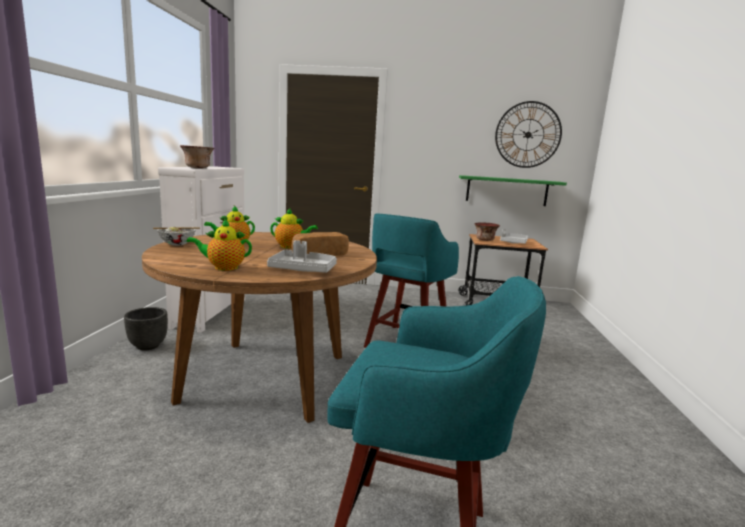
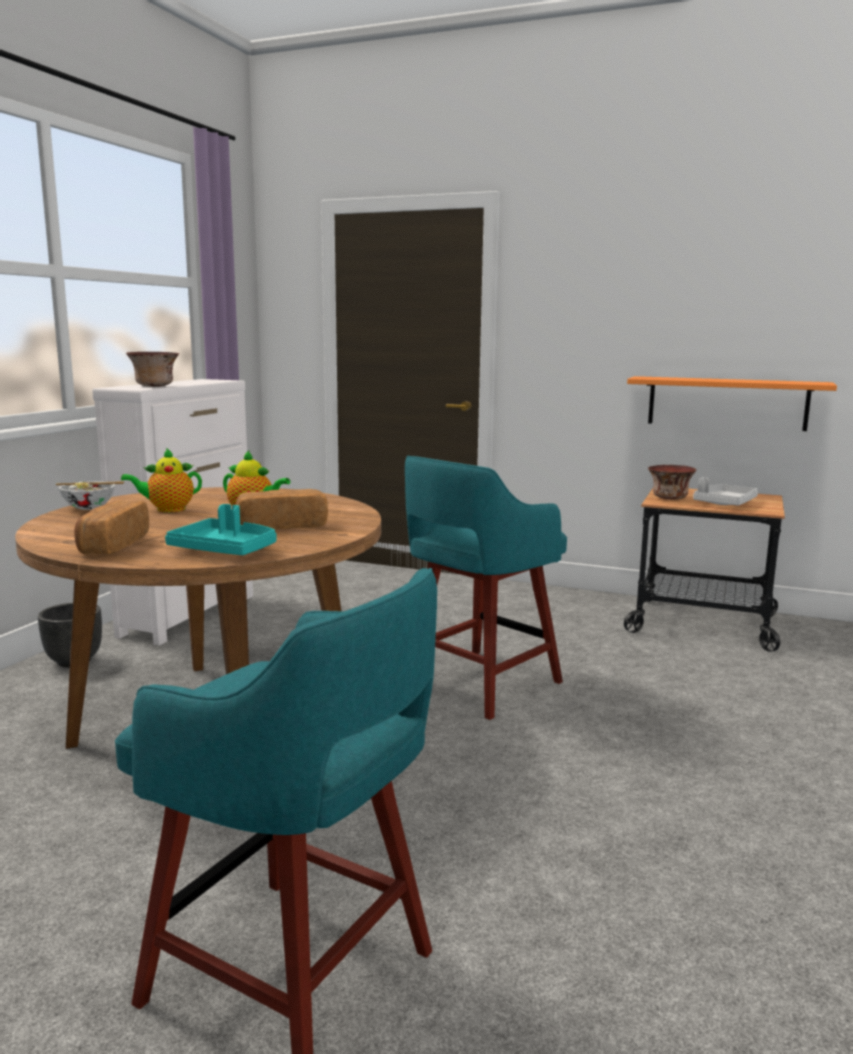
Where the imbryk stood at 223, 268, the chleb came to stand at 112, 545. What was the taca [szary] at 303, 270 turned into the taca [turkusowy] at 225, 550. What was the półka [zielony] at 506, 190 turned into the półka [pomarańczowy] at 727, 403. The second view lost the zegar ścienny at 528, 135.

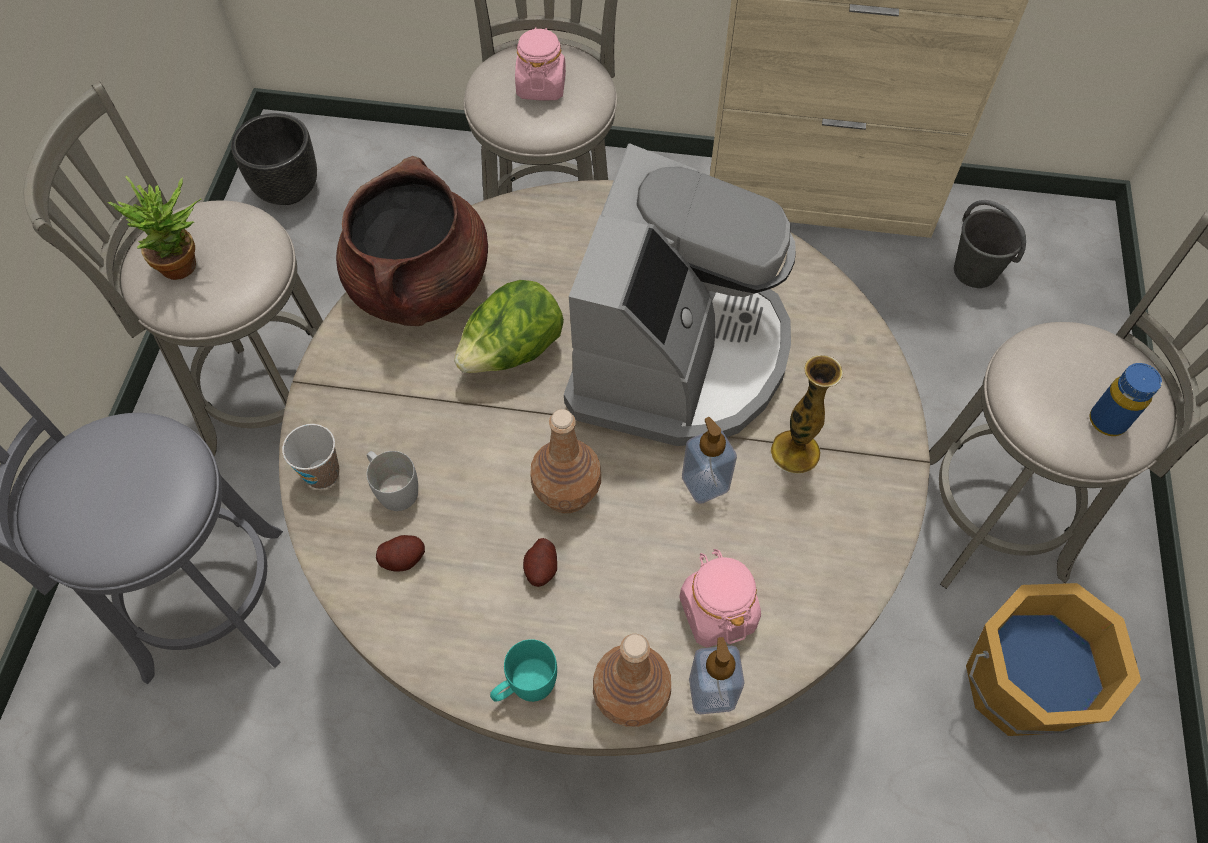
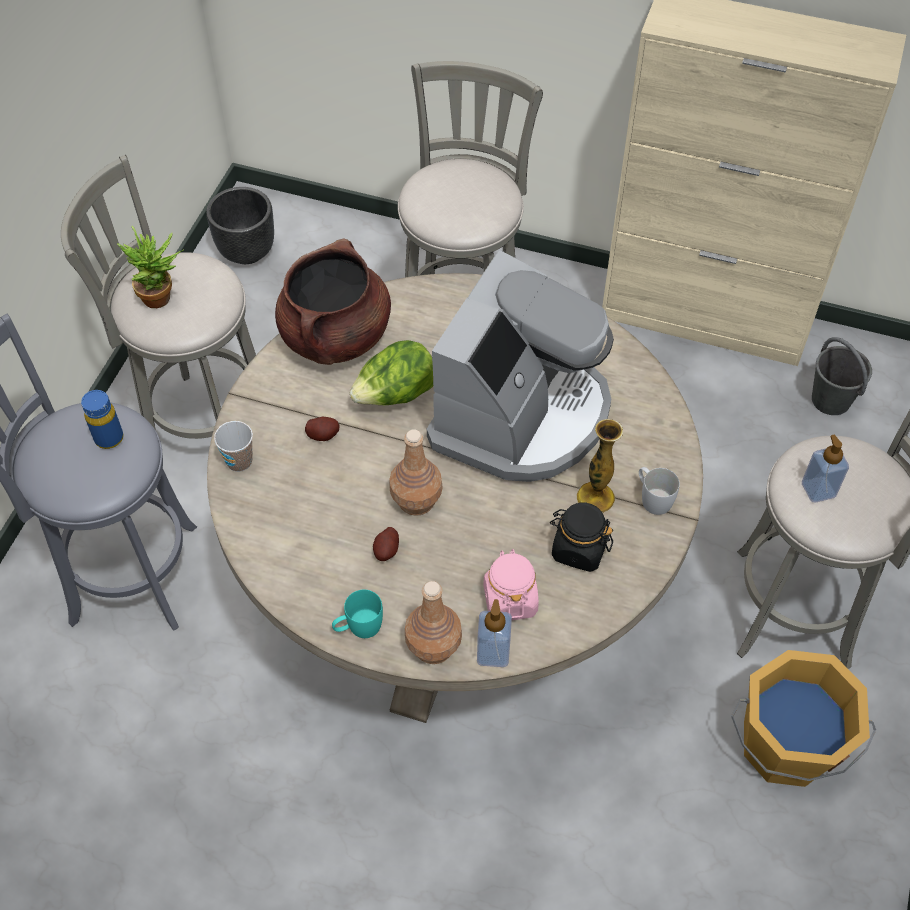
The butelka [niebieski] ended up elsewhere, having gone from 1107, 421 to 109, 438. The ziemniak ended up elsewhere, having gone from 403, 558 to 323, 434. The second view gained the słoik [czarny] at 578, 549. The kubek [biały] ended up elsewhere, having gone from 393, 488 to 652, 498. The dozownik mydła ended up elsewhere, having gone from 705, 483 to 818, 490. The second view lost the słoik [różowy] at 541, 86.

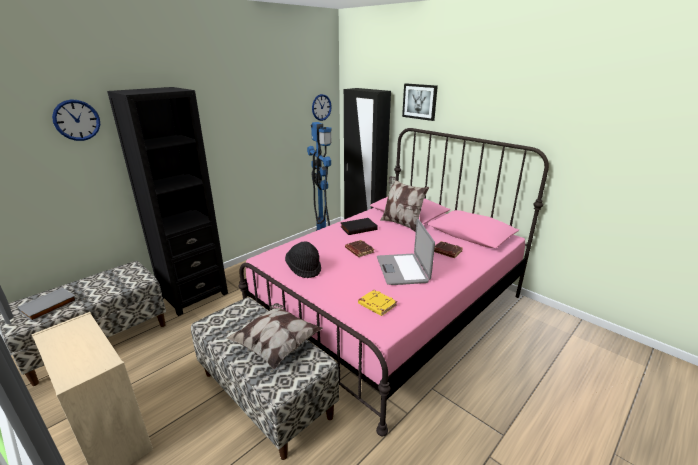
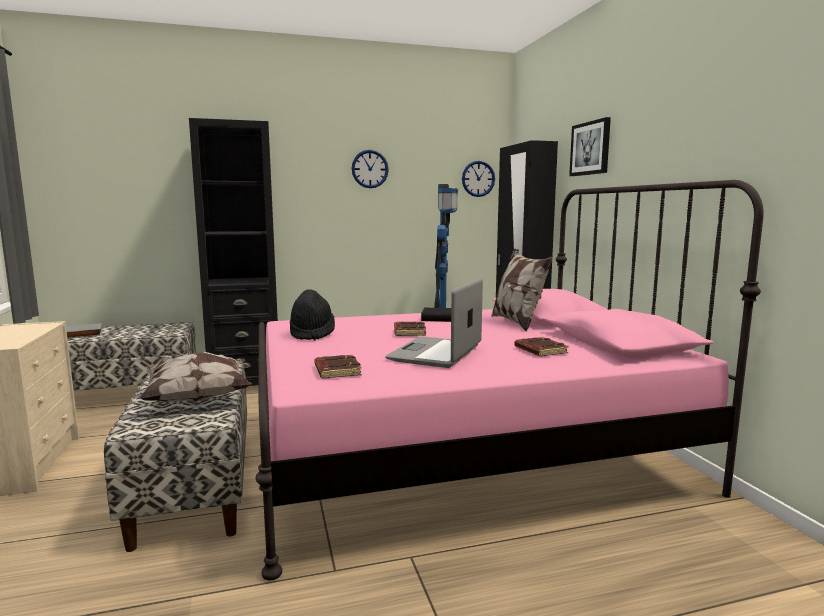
What was the książka [żółty] at 376, 305 turned into the książka [brązowy] at 336, 371. The zegar ścienny ended up elsewhere, having gone from 77, 120 to 370, 169.

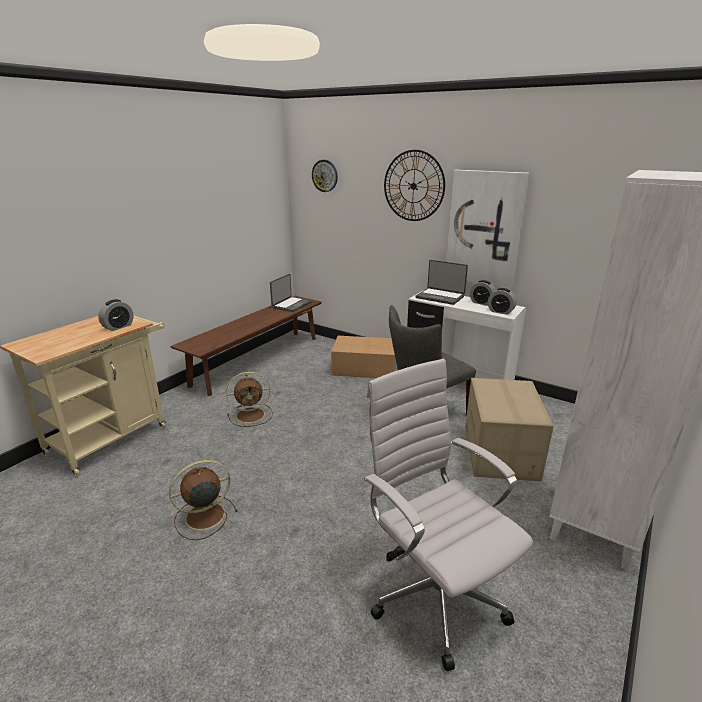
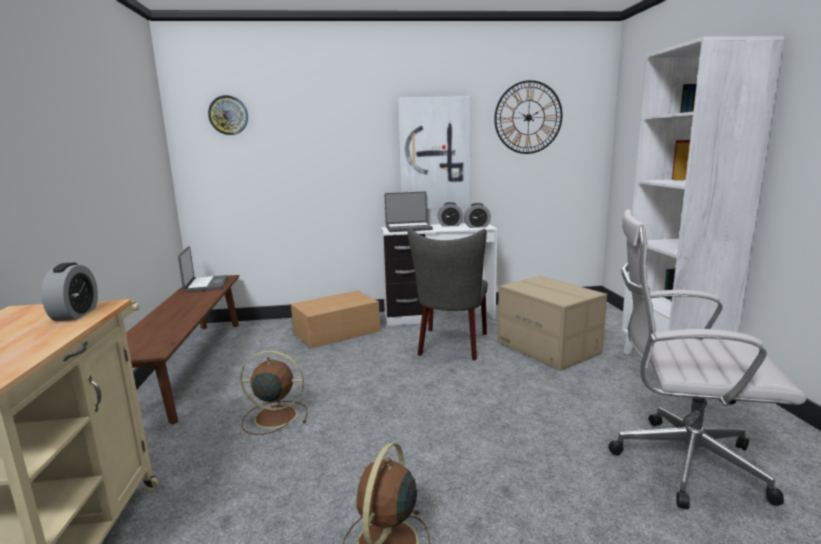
The wentylator [brązowy] at 252, 415 ended up facing another way, 120 degrees counterclockwise from before. The zegar ścienny ended up elsewhere, having gone from 413, 186 to 528, 117.

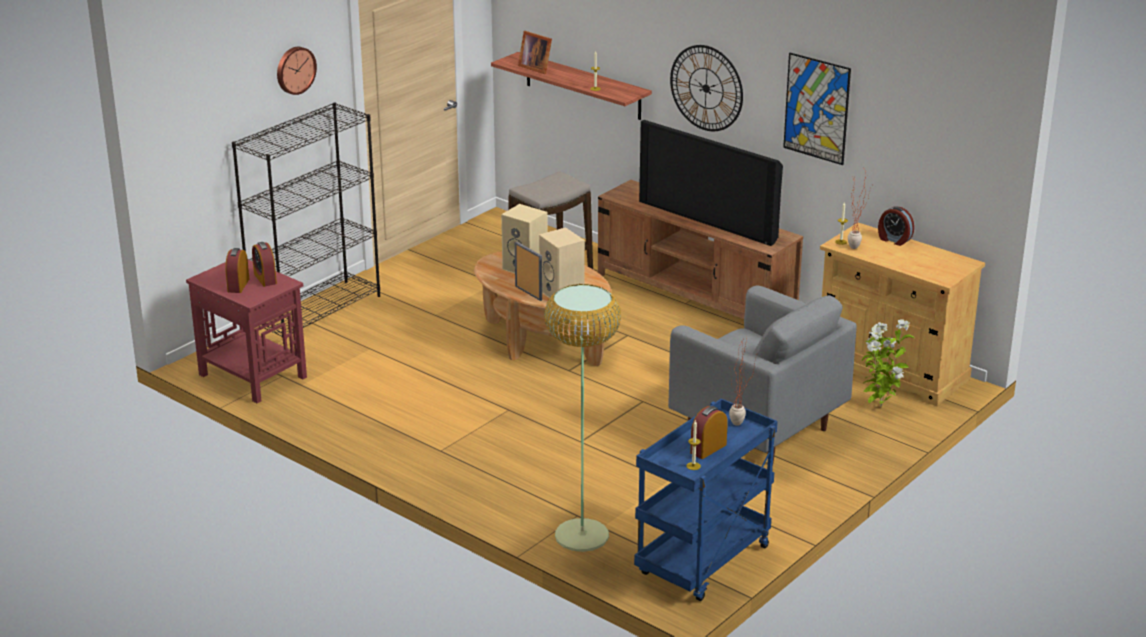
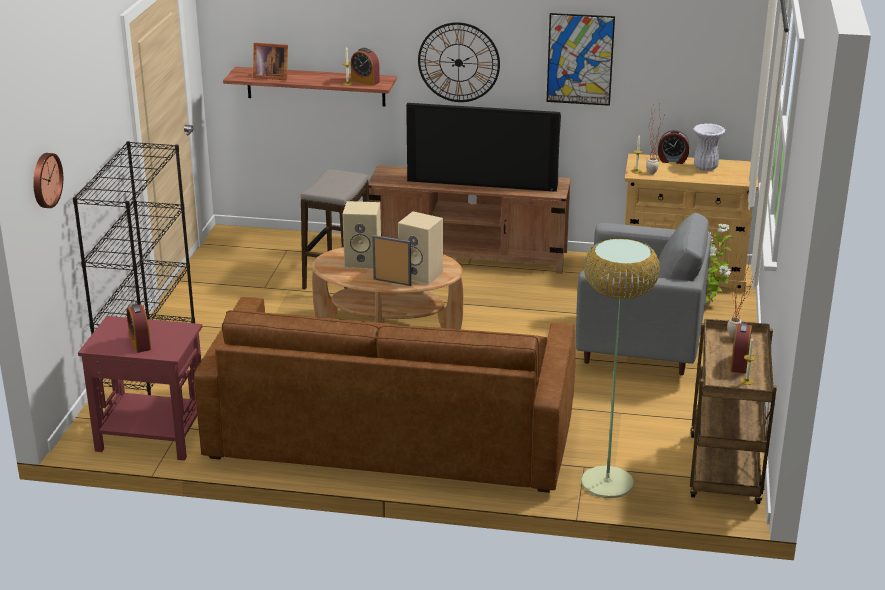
The zegar ścienny ended up elsewhere, having gone from 294, 70 to 45, 180. The second view gained the kanapa [brązowy] at 391, 433. The budzik ended up elsewhere, having gone from 265, 278 to 365, 81. What was the wózek [niebieski] at 703, 563 turned into the wózek [brązowy] at 725, 472. The second view gained the wazon [biały] at 705, 168.

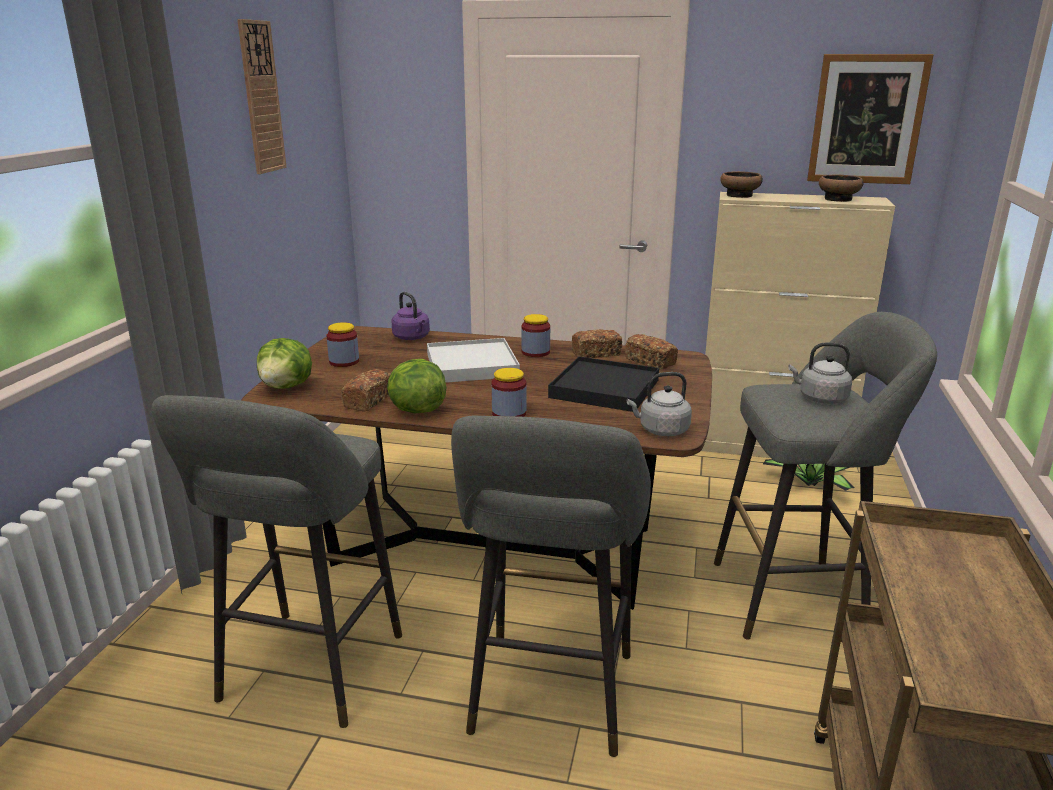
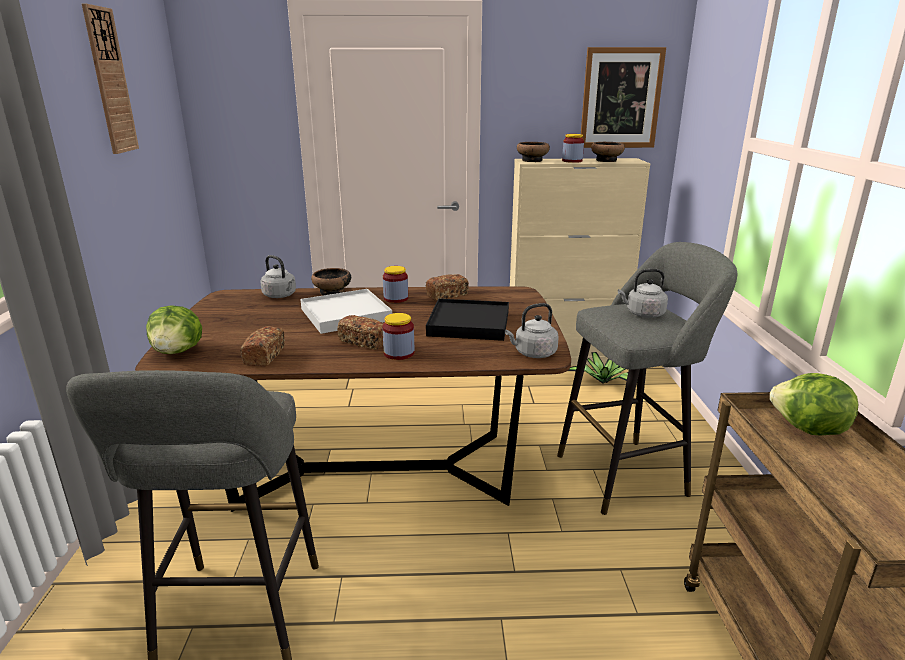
What was the czajnik [fioletowy] at 412, 338 turned into the czajnik [szary] at 281, 296. The second view gained the miska at 332, 292. The chleb ended up elsewhere, having gone from 650, 362 to 364, 342. The słoik ended up elsewhere, having gone from 344, 362 to 572, 161. The sałata ended up elsewhere, having gone from 416, 410 to 808, 430. The second view lost the stołek [szary] at 550, 700.

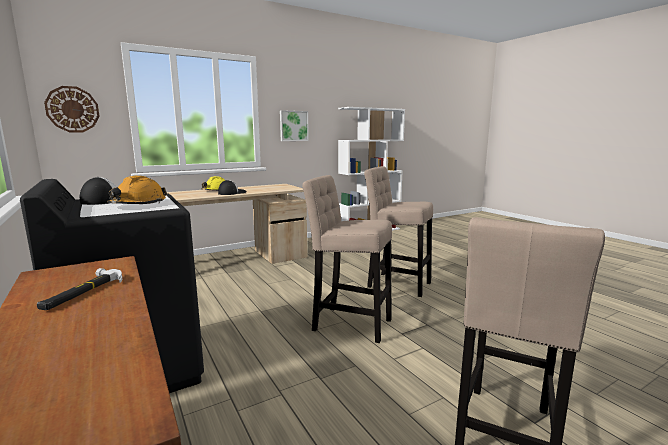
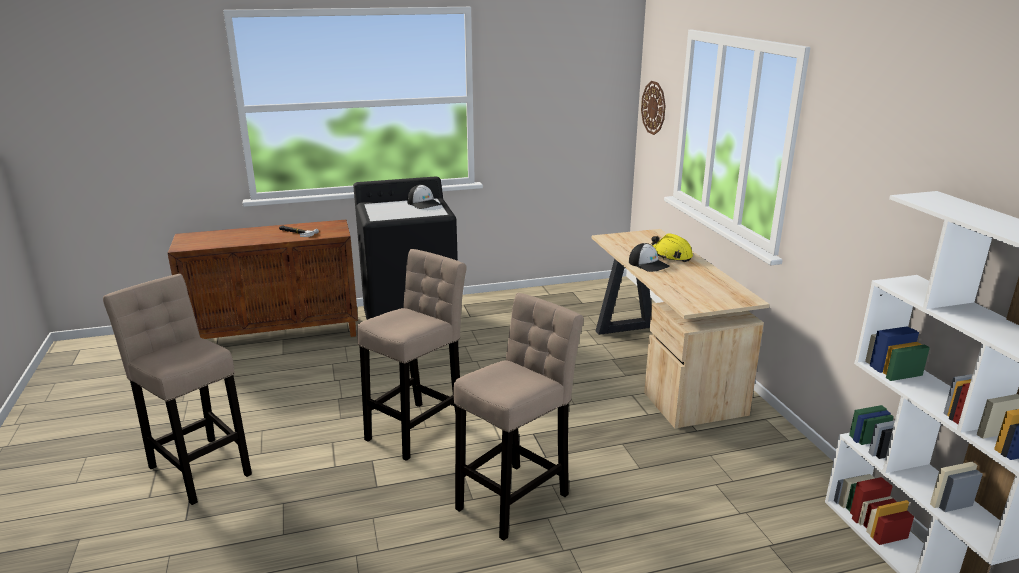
The second view lost the kask [pomarańczowy] at 138, 204. The second view lost the obraz at 293, 126.

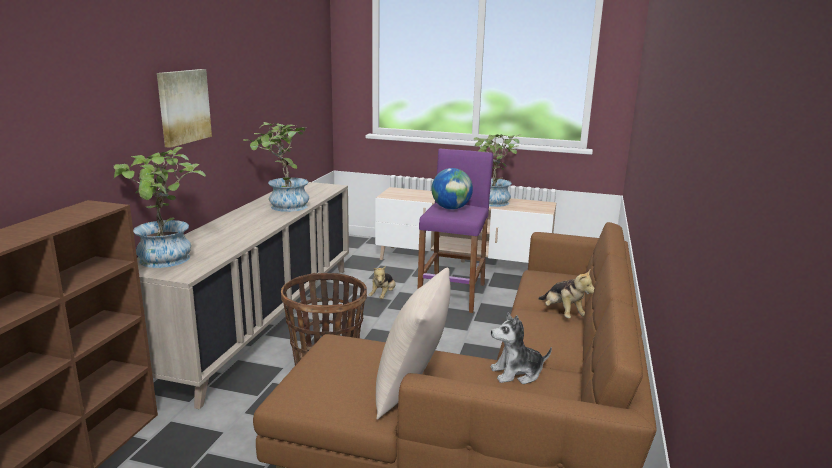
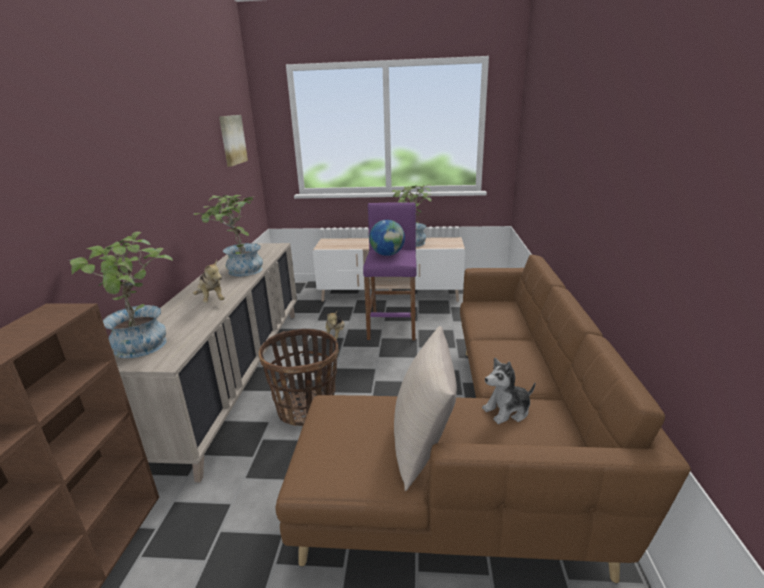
The pluszak ended up elsewhere, having gone from 562, 314 to 211, 300. The obraz ended up elsewhere, having gone from 183, 106 to 232, 140.

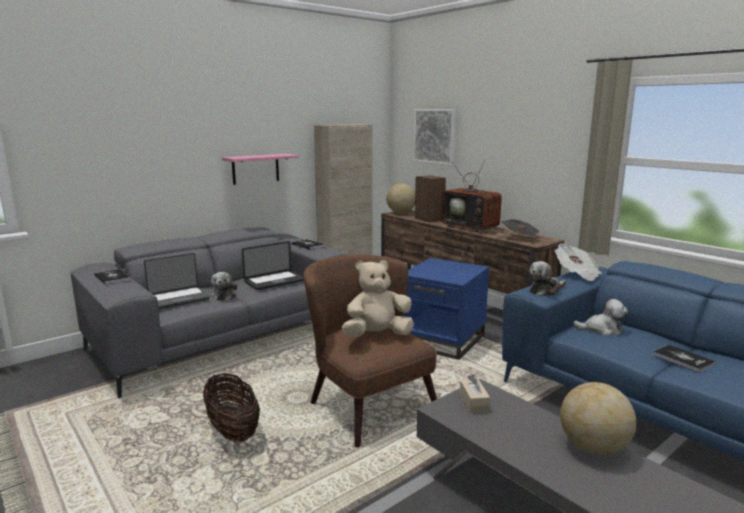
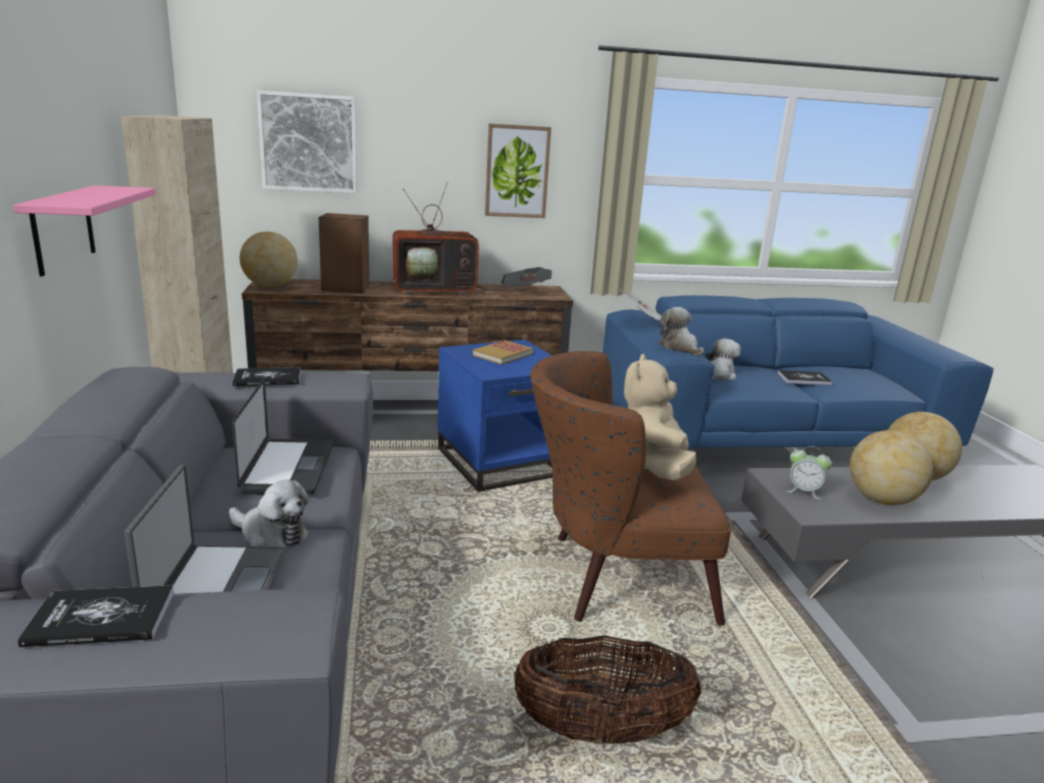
The second view gained the książka at 502, 354. The second view gained the obraz at 517, 171. The pluszak at 545, 291 ended up facing another way, 150 degrees clockwise from before. Where the pudełko chusteczek [beżowy] stood at 474, 402, the budzik came to stand at 804, 491. The second view gained the globus at 881, 500.

